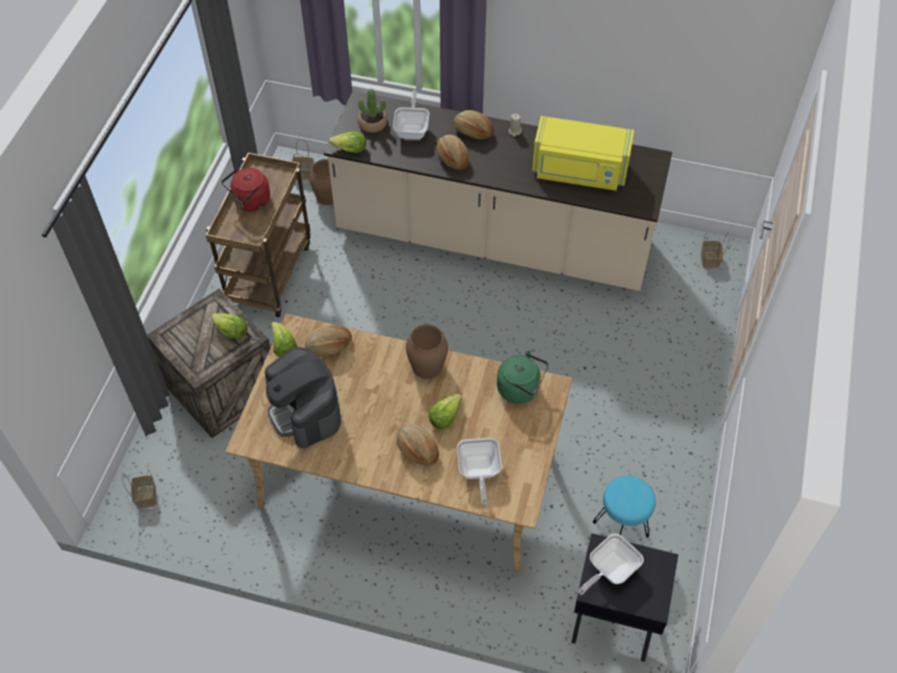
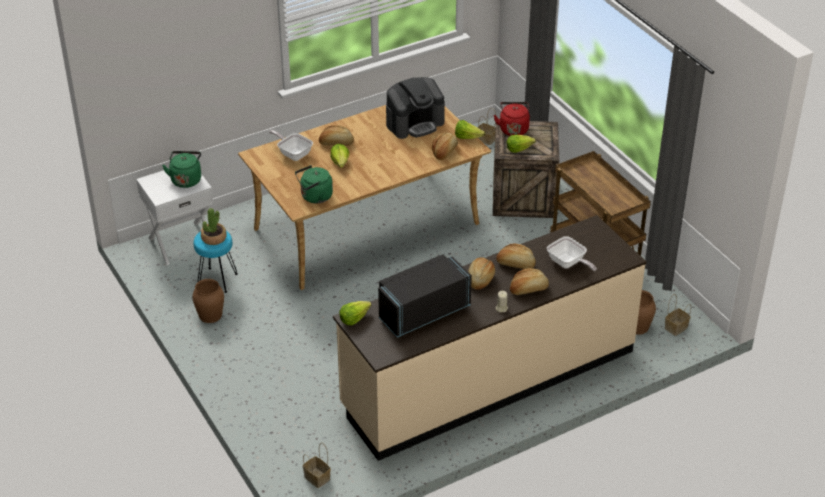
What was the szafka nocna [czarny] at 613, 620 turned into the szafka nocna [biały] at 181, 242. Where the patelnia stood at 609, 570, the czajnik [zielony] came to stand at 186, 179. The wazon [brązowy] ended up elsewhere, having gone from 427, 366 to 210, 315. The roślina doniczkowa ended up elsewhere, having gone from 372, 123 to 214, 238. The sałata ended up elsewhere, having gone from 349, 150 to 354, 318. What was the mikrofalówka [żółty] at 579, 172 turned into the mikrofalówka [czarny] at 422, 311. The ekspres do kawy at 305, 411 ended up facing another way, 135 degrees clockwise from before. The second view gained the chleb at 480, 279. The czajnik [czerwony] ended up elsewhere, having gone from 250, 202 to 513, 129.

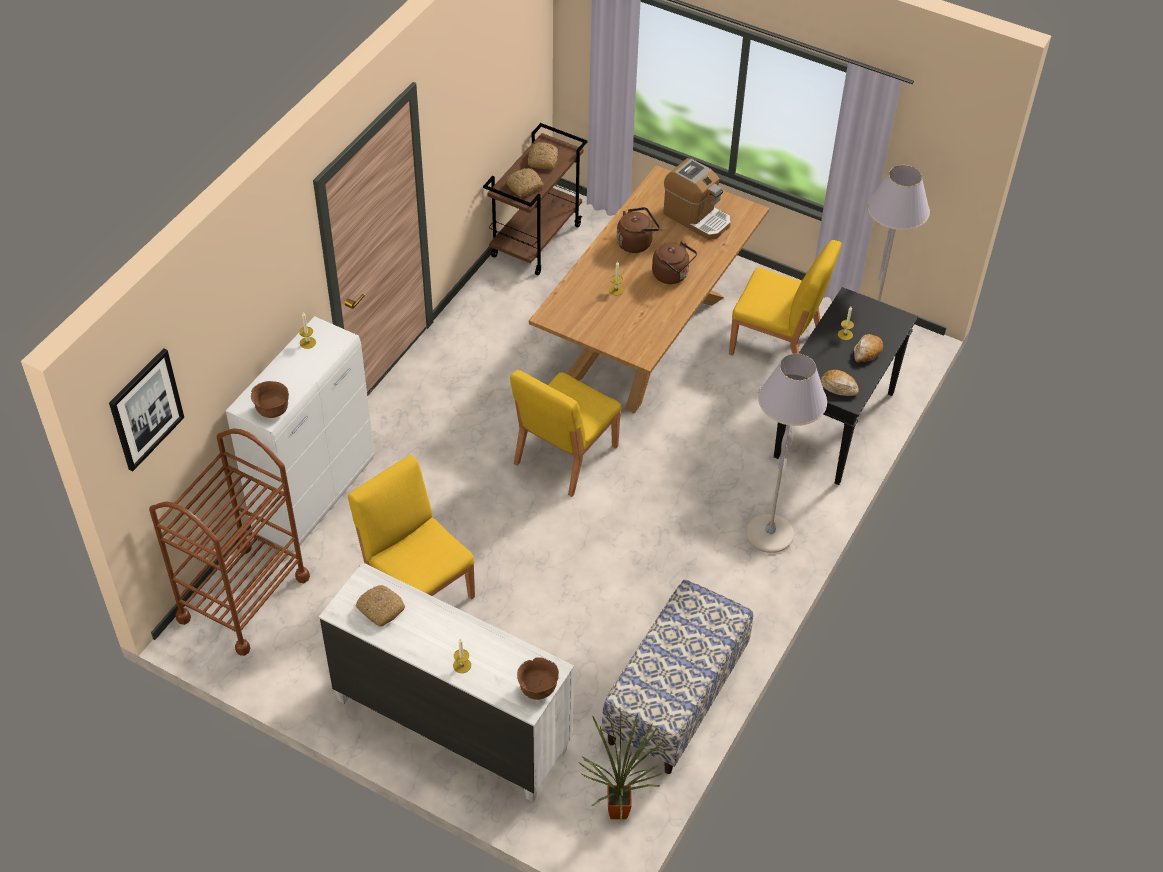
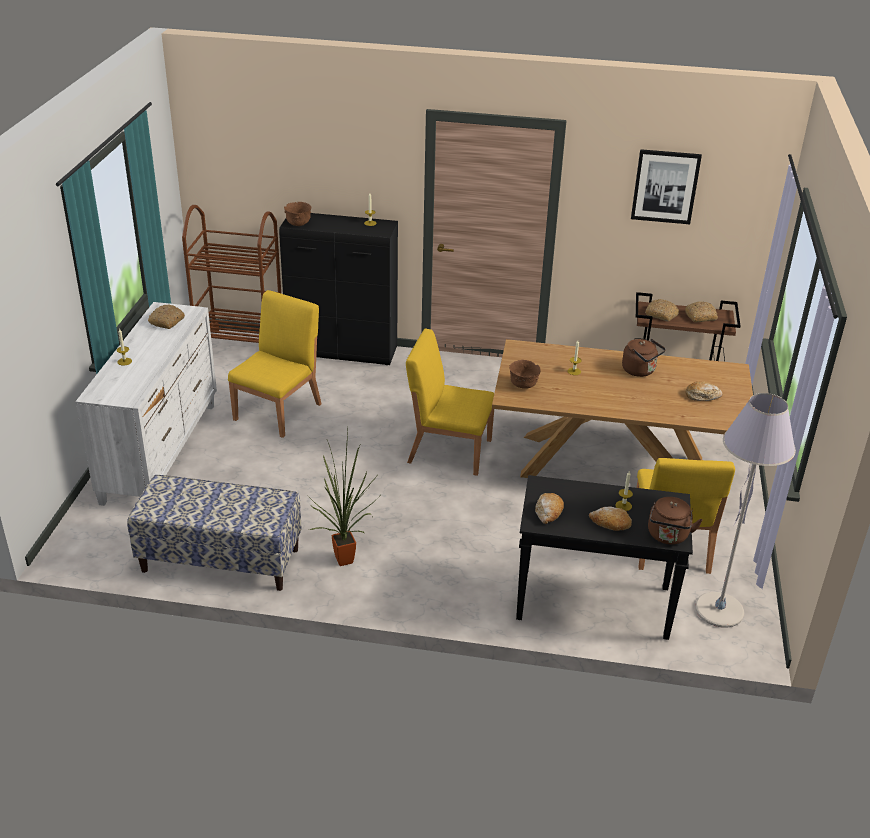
What was the szafka [biały] at 315, 495 turned into the szafka [czarny] at 343, 352. The roślina doniczkowa ended up elsewhere, having gone from 618, 808 to 348, 560. The miska [brązowy] ended up elsewhere, having gone from 538, 689 to 523, 386. The obraz ended up elsewhere, having gone from 146, 409 to 665, 186. The czajnik [brązowy] ended up elsewhere, having gone from 672, 275 to 668, 536. Where the ekspres do kawy stood at 697, 218, the chleb came to stand at 702, 396. The second view lost the lampa stojąca [szary] at 770, 534.

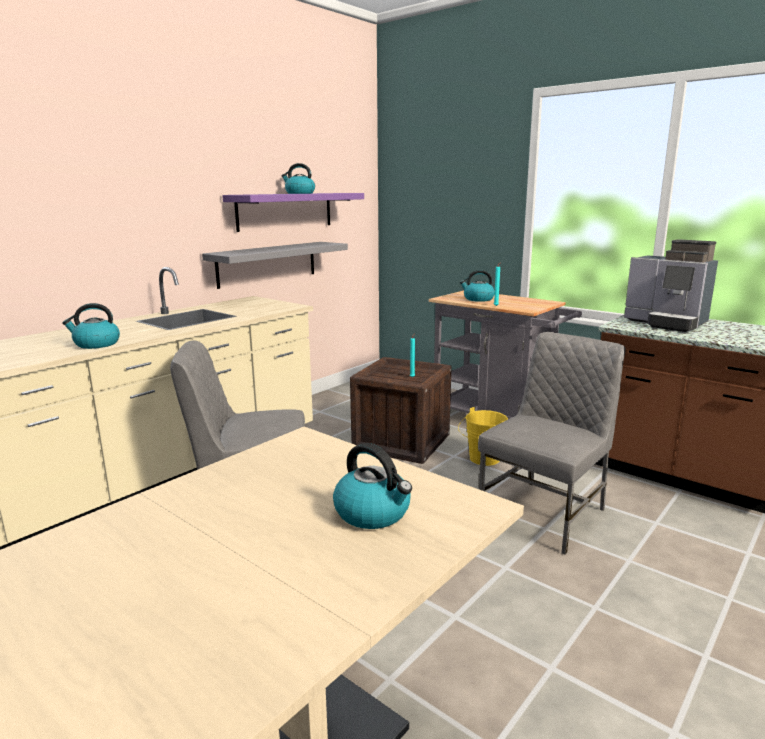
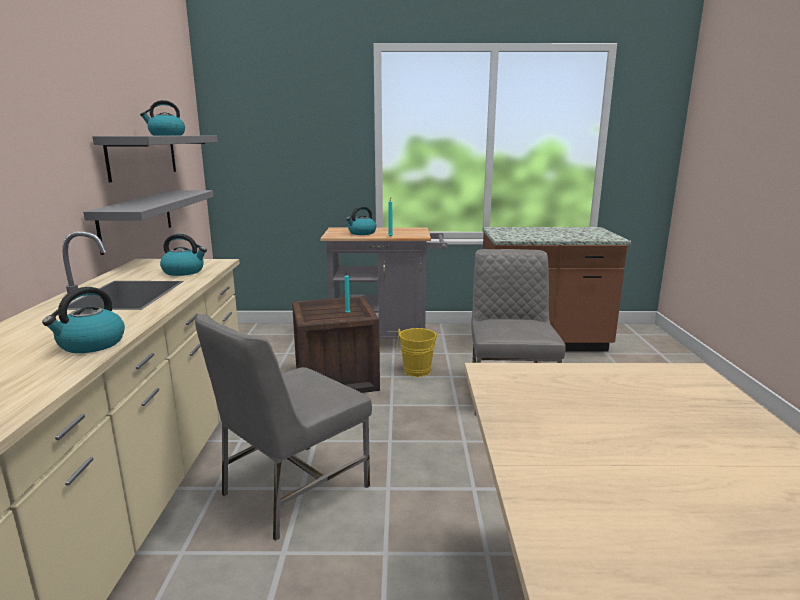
What was the półka [fioletowy] at 285, 211 turned into the półka [szary] at 143, 156. The czajnik ended up elsewhere, having gone from 373, 513 to 184, 271. The second view lost the ekspres do kawy at 667, 323.

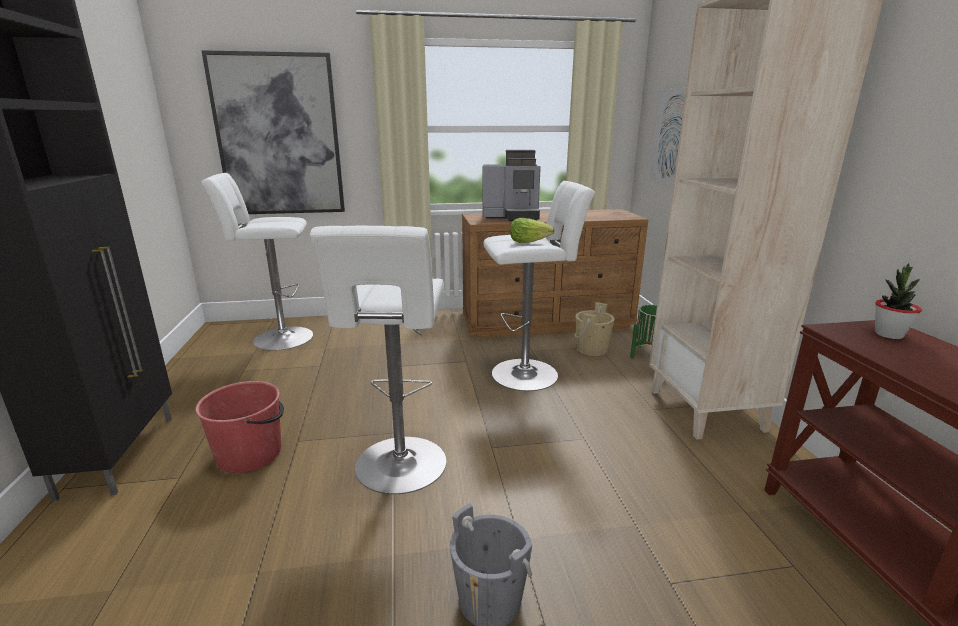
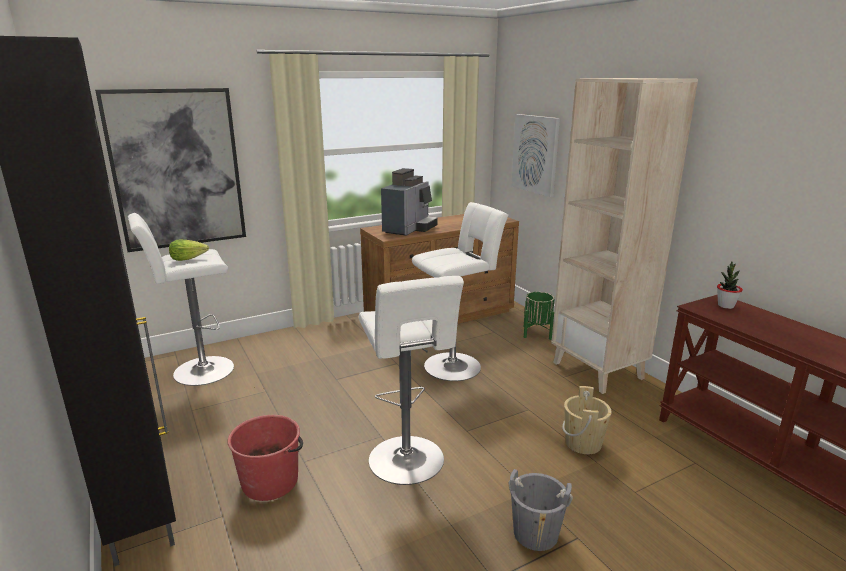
The sałata ended up elsewhere, having gone from 529, 242 to 188, 259. The ekspres do kawy at 512, 217 ended up facing another way, 45 degrees counterclockwise from before. The wiadro [beżowy] ended up elsewhere, having gone from 591, 349 to 583, 443.

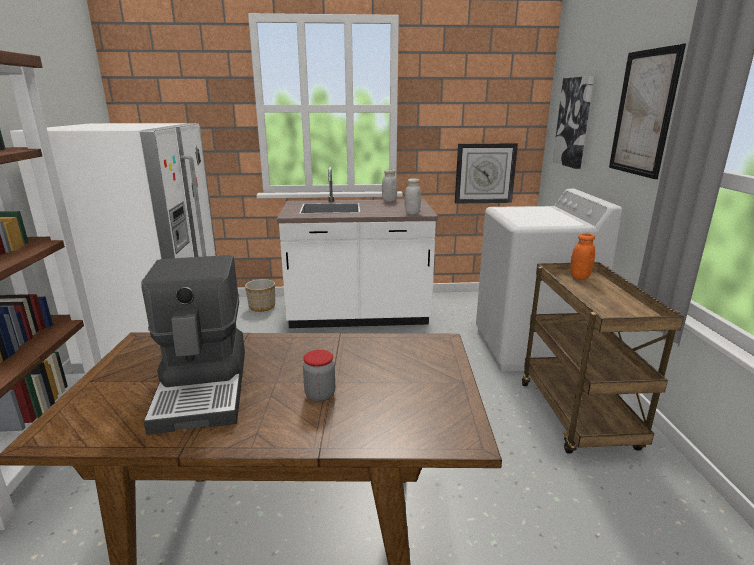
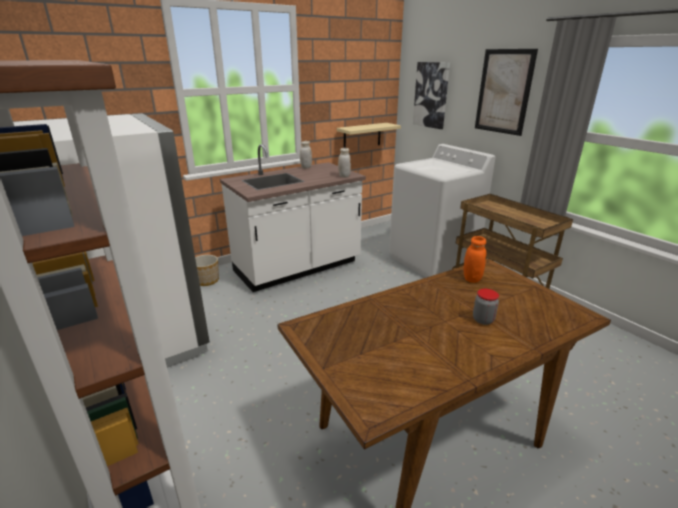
Where the zegar ścienny hung at 485, 173, the półka [beżowy] came to hang at 362, 136. The słoik [pomarańczowy] ended up elsewhere, having gone from 579, 277 to 472, 279. The second view lost the ekspres do kawy at 204, 387.

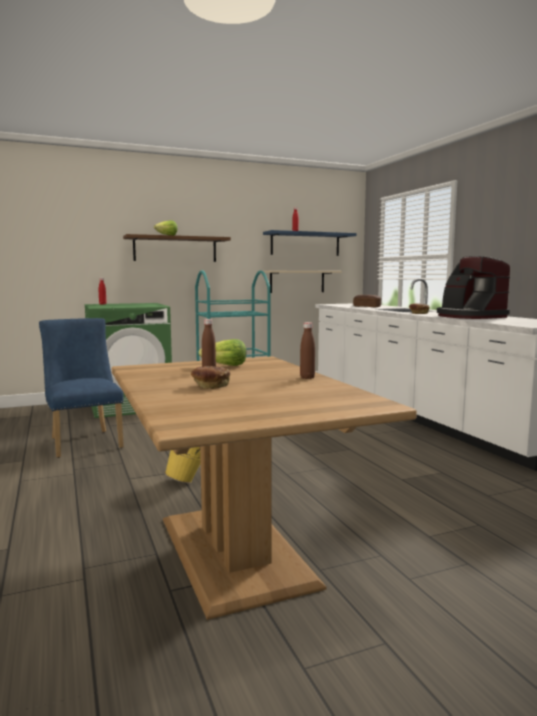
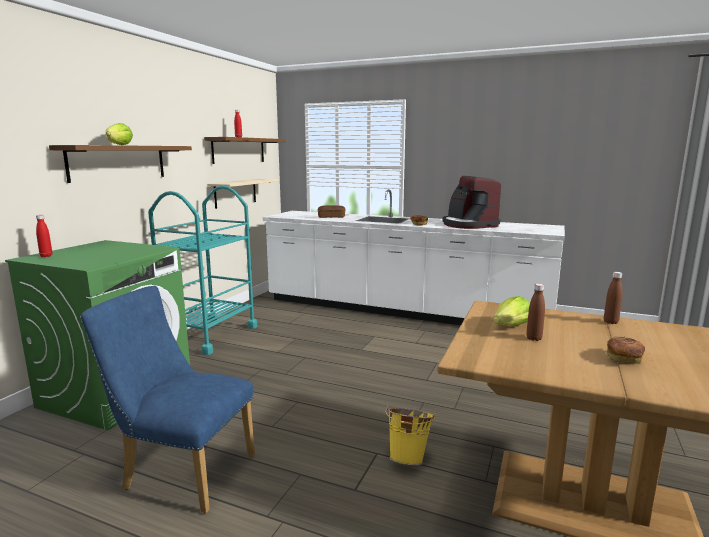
What was the półka [niebieski] at 305, 244 turned into the półka [brązowy] at 239, 150. The ekspres do kawy at 469, 316 ended up facing another way, 45 degrees clockwise from before.

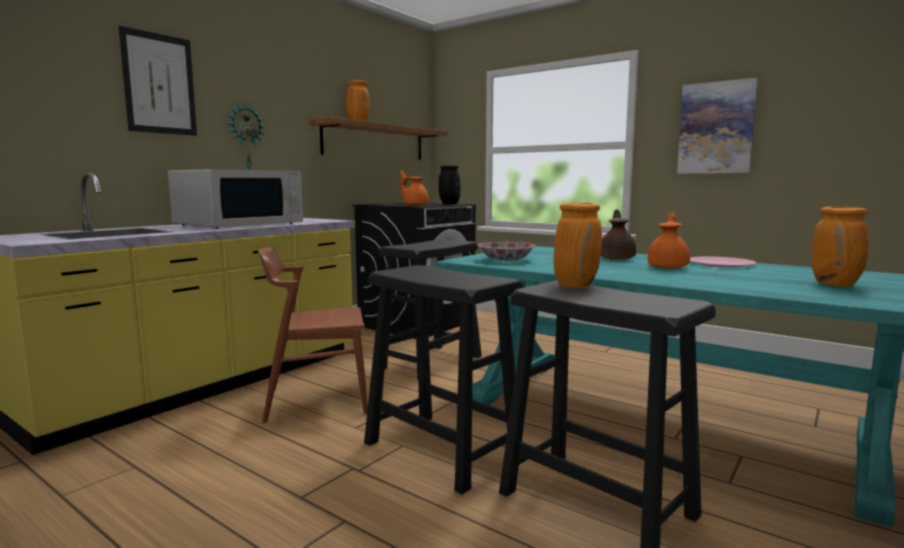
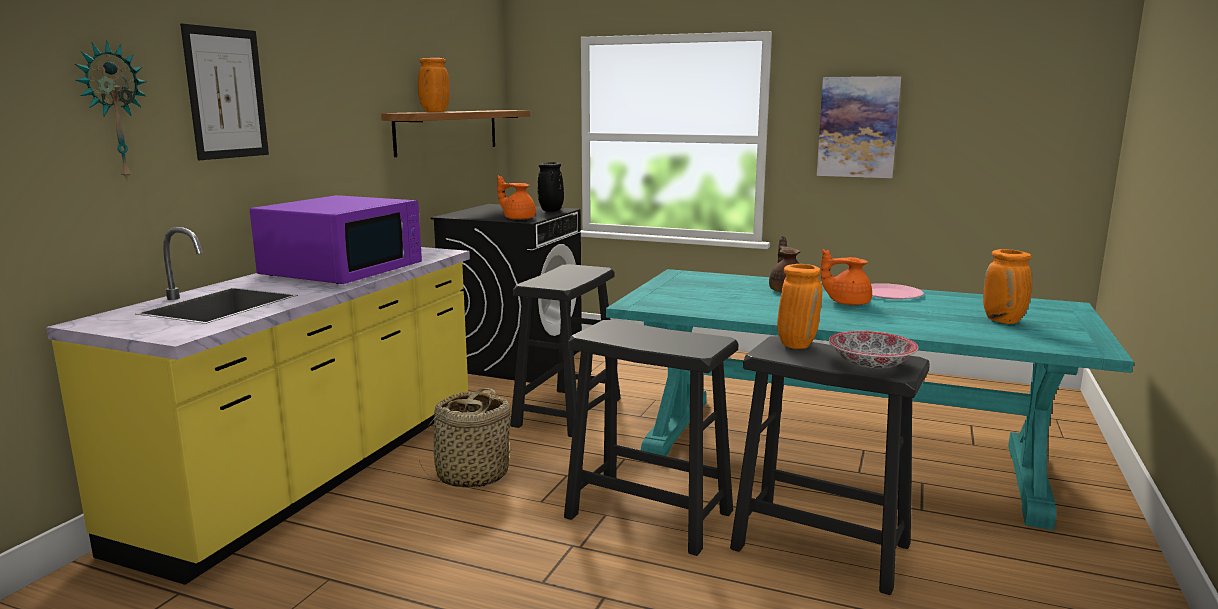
The zegar ścienny ended up elsewhere, having gone from 245, 143 to 112, 112. What was the mikrofalówka [biały] at 240, 224 turned into the mikrofalówka [fioletowy] at 344, 270. Where the krzesło [brązowy] stood at 316, 400, the koszyk came to stand at 472, 475. The imbryk [pomarańczowy] at 668, 267 ended up facing another way, 90 degrees counterclockwise from before. The miska ended up elsewhere, having gone from 506, 260 to 870, 364.

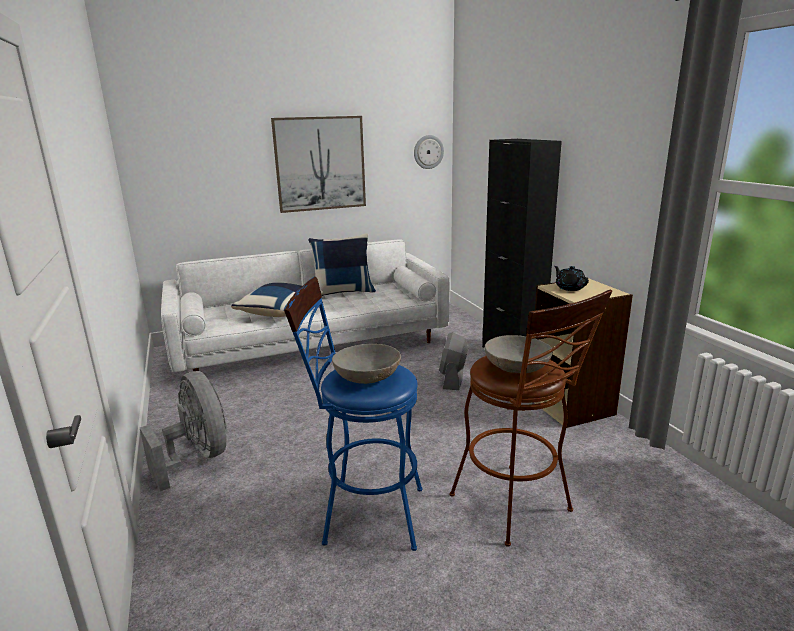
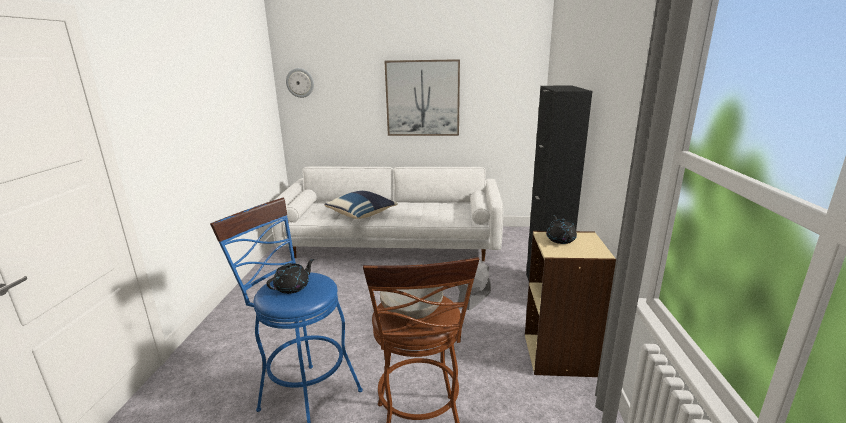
Where the miska [szary] stood at 368, 376, the imbryk [czarny] came to stand at 293, 287. The zegar ścienny ended up elsewhere, having gone from 428, 152 to 300, 82. The second view lost the wentylator [szary] at 198, 457. The second view lost the poduszka [niebieski] at 343, 292.

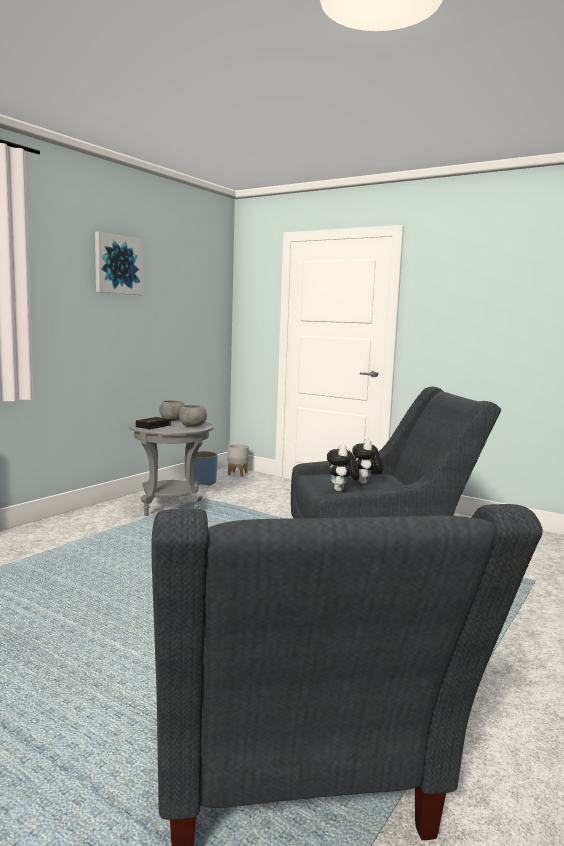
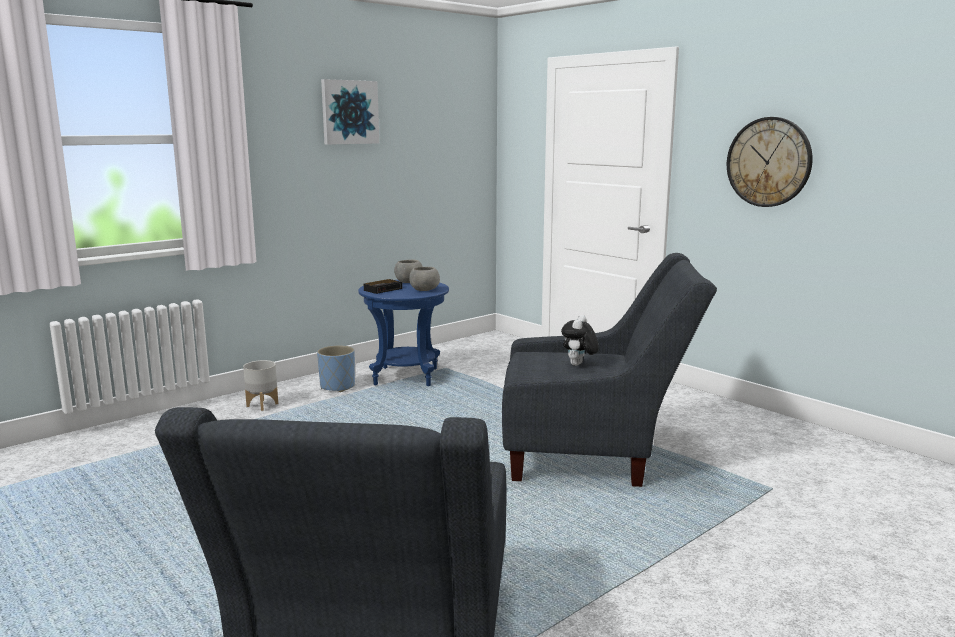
The donica [szary] ended up elsewhere, having gone from 238, 474 to 262, 405. The donica [niebieski] ended up elsewhere, having gone from 203, 482 to 337, 386. What was the stolik [szary] at 171, 507 turned into the stolik [niebieski] at 406, 377. The second view gained the zegar ścienny at 769, 162. The second view lost the pluszak at 341, 491.

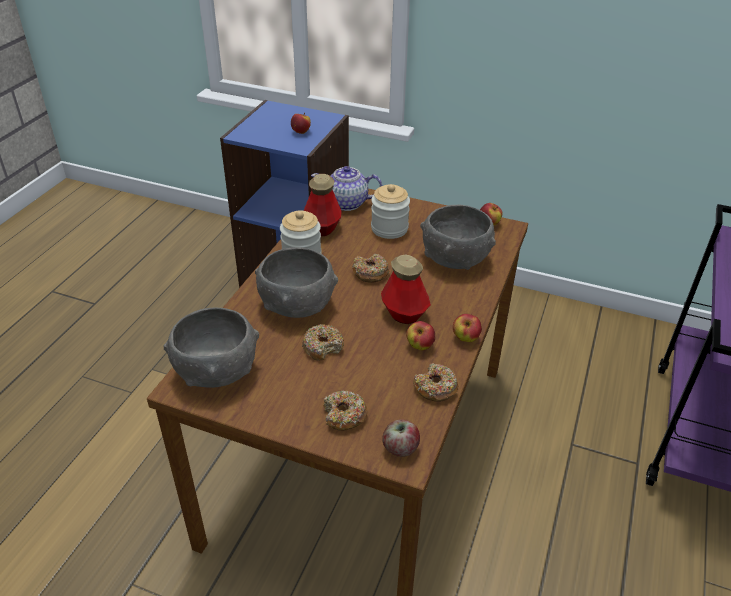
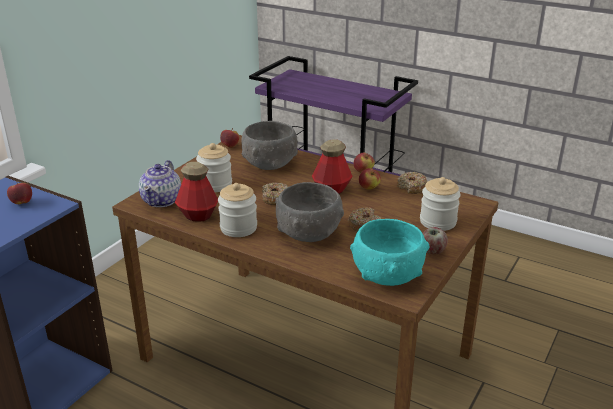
What was the miska [szary] at 216, 371 turned into the miska [turkusowy] at 387, 275. Where the donut stood at 344, 416, the słoik came to stand at 438, 222. The jabłko ended up elsewhere, having gone from 400, 448 to 432, 251.

